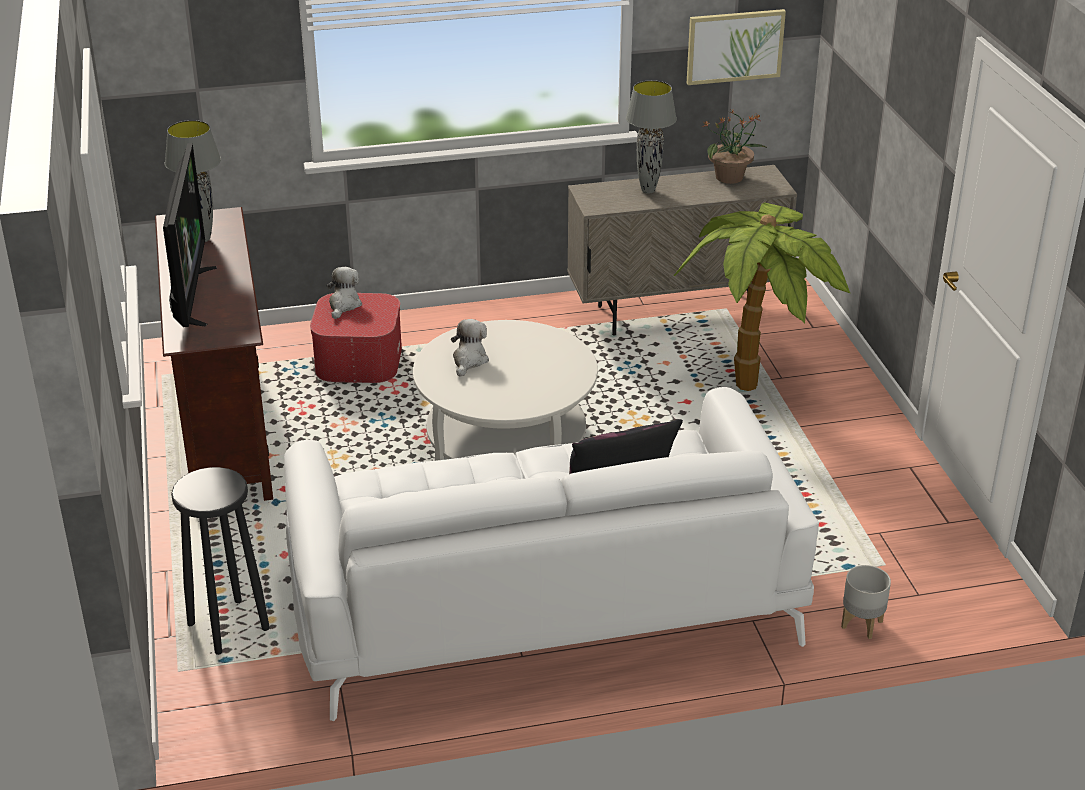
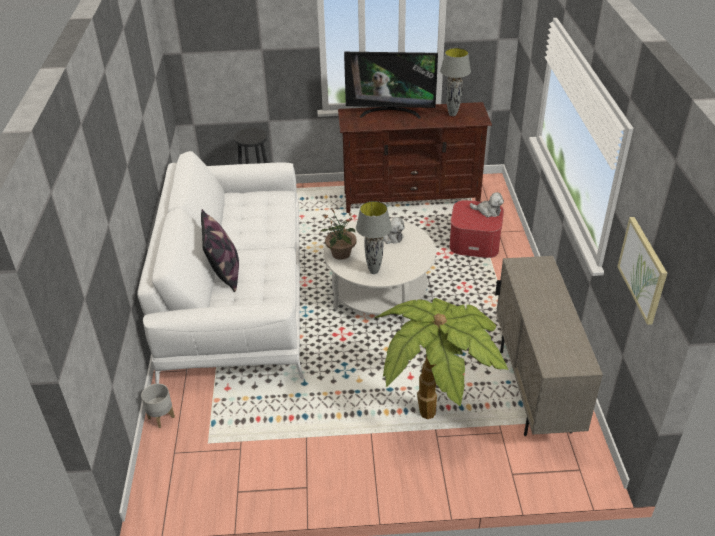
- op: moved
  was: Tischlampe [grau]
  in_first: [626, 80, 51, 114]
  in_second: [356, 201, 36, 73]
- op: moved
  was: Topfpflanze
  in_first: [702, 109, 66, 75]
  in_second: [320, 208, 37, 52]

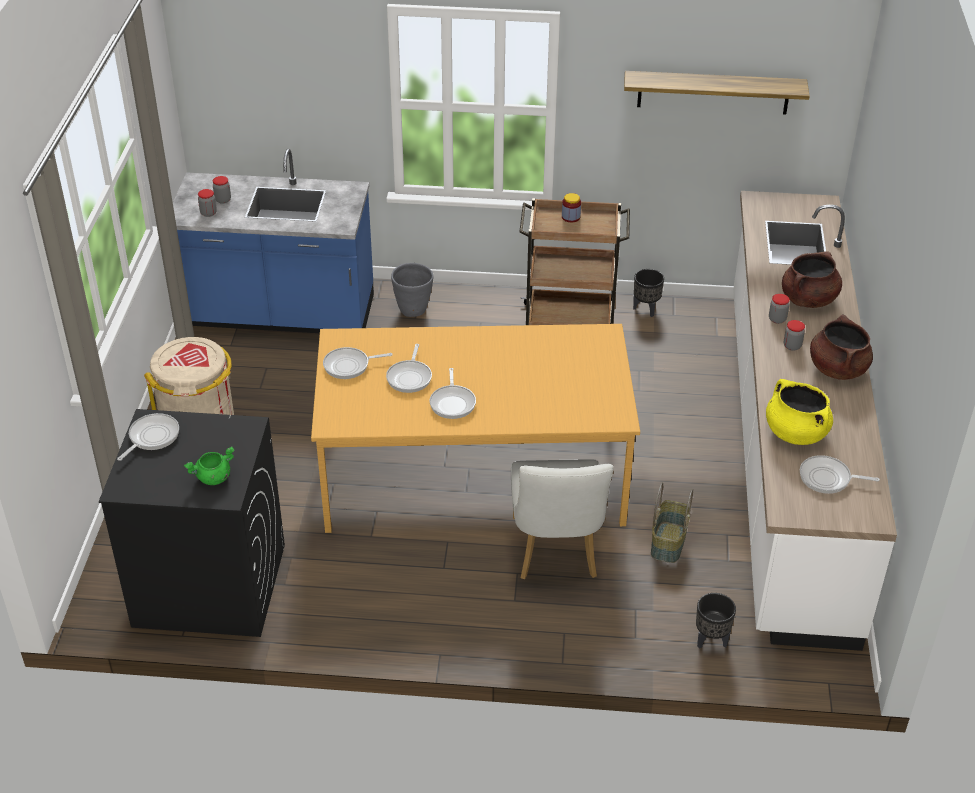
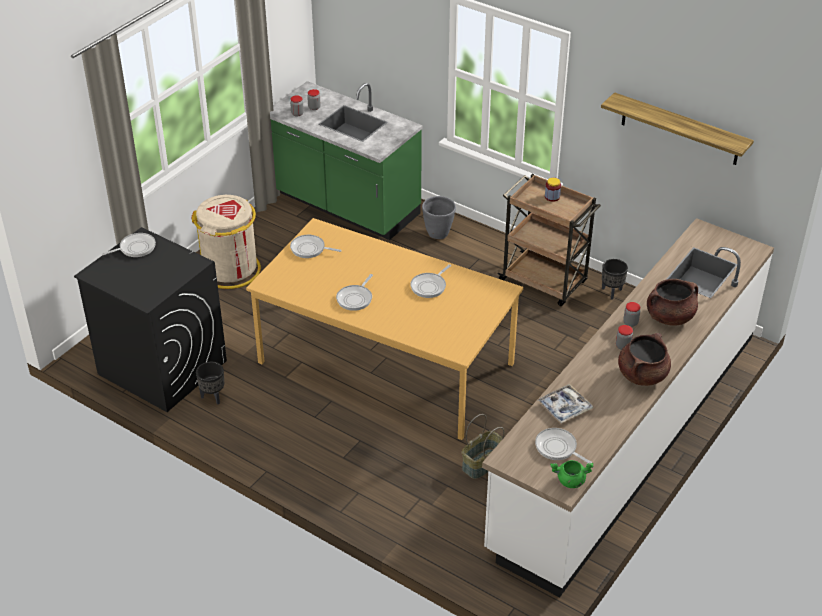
- op: recoloured
  was: Küchenzeile [blau]
  now: Küchenzeile [grün]
  in_first: [173, 149, 201, 184]
  in_second: [270, 81, 153, 159]
- op: moved
  was: Pfanne
  in_first: [386, 344, 46, 49]
  in_second: [410, 264, 41, 34]
- op: replaced
  was: Kochtopf [gelb]
  now: Tablett
  in_first: [766, 379, 67, 66]
  in_second: [538, 384, 55, 40]
- op: moved
  was: Kochtopf [grün]
  in_first: [184, 446, 50, 39]
  in_second: [550, 460, 44, 28]
- op: removed
  was: Stuhl [weiß]
  in_first: [511, 459, 103, 120]
- op: moved
  was: Pflanzkübel [schwarz]
  in_first: [696, 593, 40, 56]
  in_second: [196, 362, 28, 43]

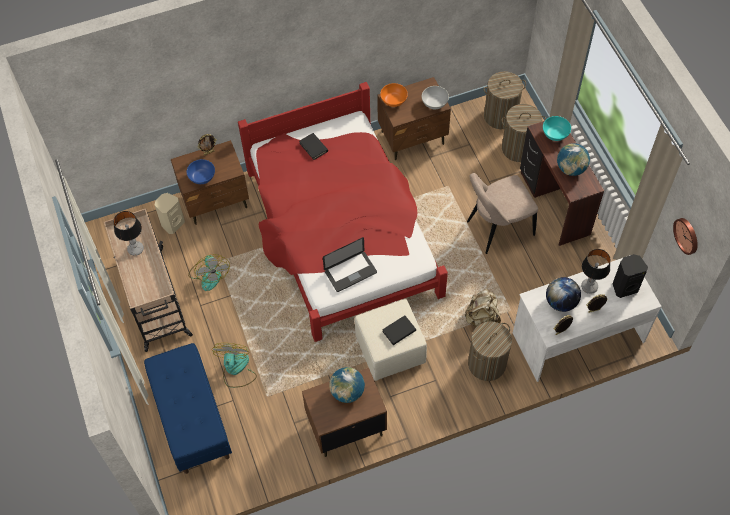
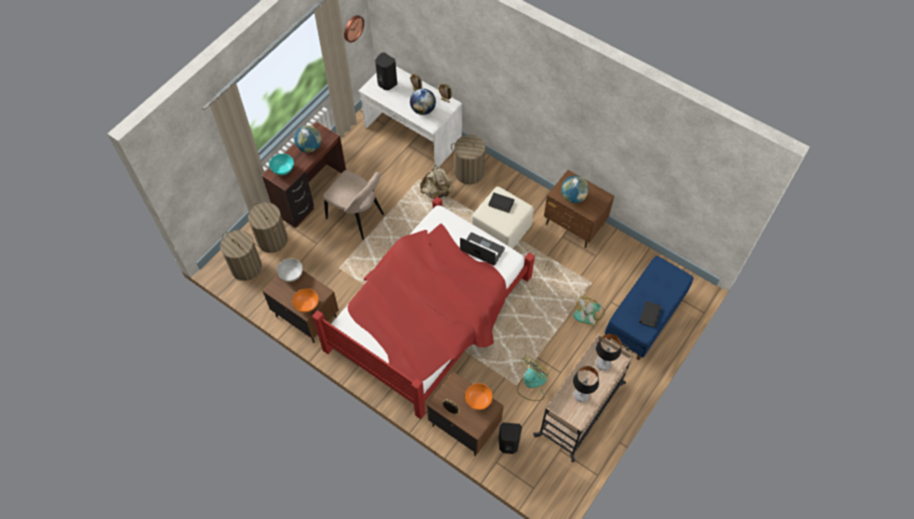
- op: moved
  was: Buch [schwarz]
  in_first: [299, 133, 29, 27]
  in_second: [639, 301, 23, 27]
- op: recoloured
  was: Schüssel [blau]
  now: Schüssel [orange]
  in_first: [187, 159, 28, 25]
  in_second: [465, 383, 28, 27]
- op: recoloured
  was: Lautsprecher [beige]
  now: Lautsprecher [schwarz]
  in_first: [155, 193, 30, 41]
  in_second: [498, 423, 24, 31]
- op: moved
  was: Tischlampe
  in_first: [581, 249, 29, 45]
  in_second: [596, 334, 25, 37]

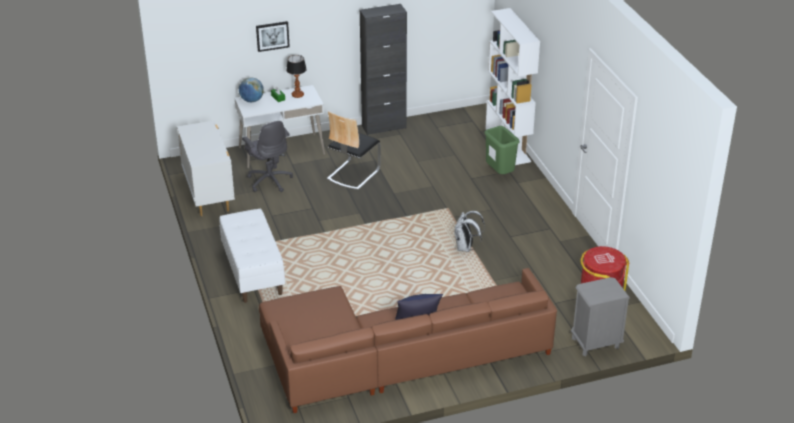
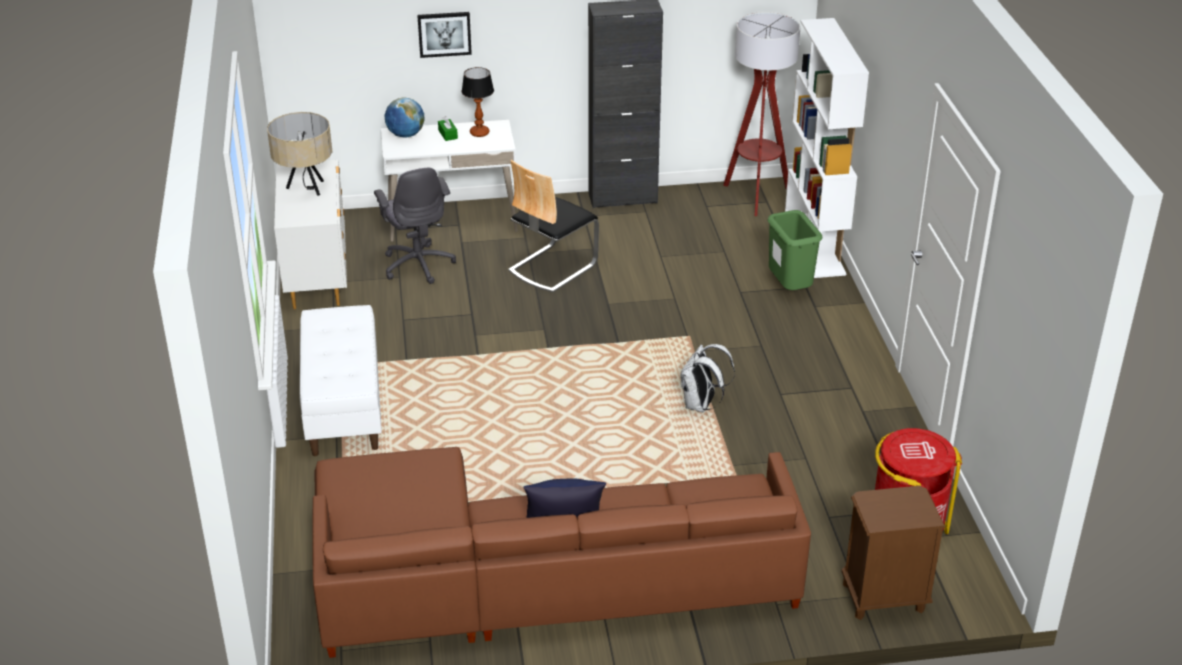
- op: recoloured
  was: Nachttisch [grau]
  now: Nachttisch [braun]
  in_first: [571, 277, 59, 79]
  in_second: [842, 486, 103, 134]
- op: added
  now: Stehlampe
  in_second: [723, 12, 77, 204]
- op: added
  now: Tischlampe [beige]
  in_second: [267, 112, 65, 84]

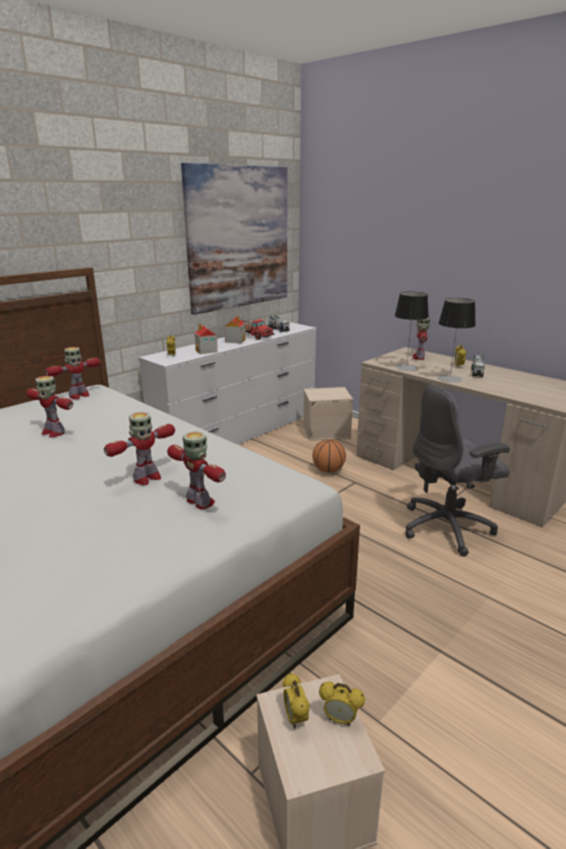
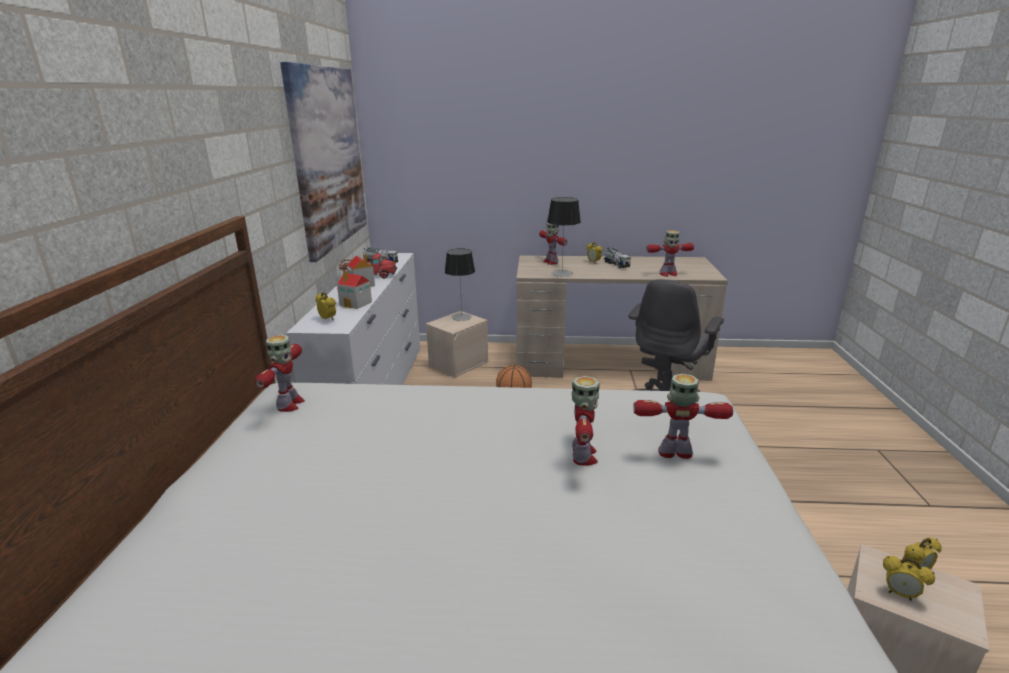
- op: moved
  was: Tischlampe
  in_first: [438, 298, 38, 84]
  in_second: [445, 248, 30, 73]
- op: moved
  was: Spielzeugroboter
  in_first: [27, 376, 46, 62]
  in_second: [646, 230, 48, 47]

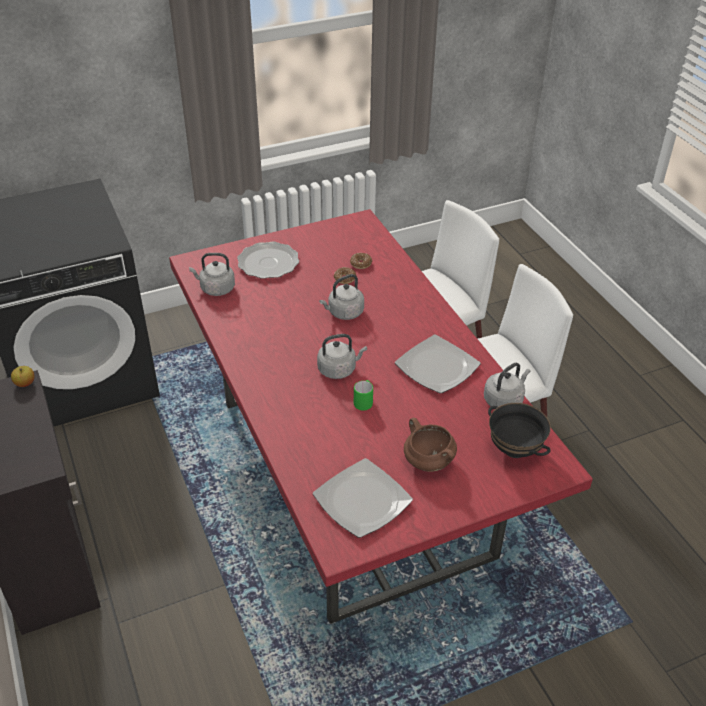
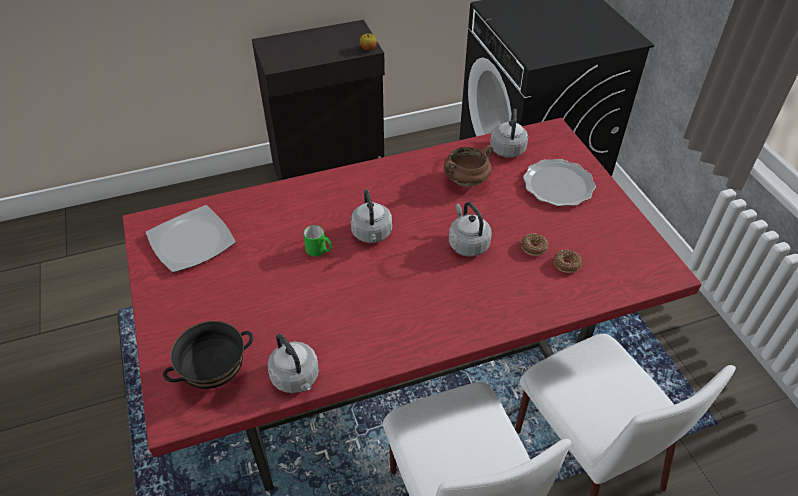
- op: removed
  was: Teller
  in_first: [395, 335, 86, 58]
- op: moved
  was: Kochtopf [braun]
  in_first: [404, 418, 53, 54]
  in_second: [444, 145, 49, 42]

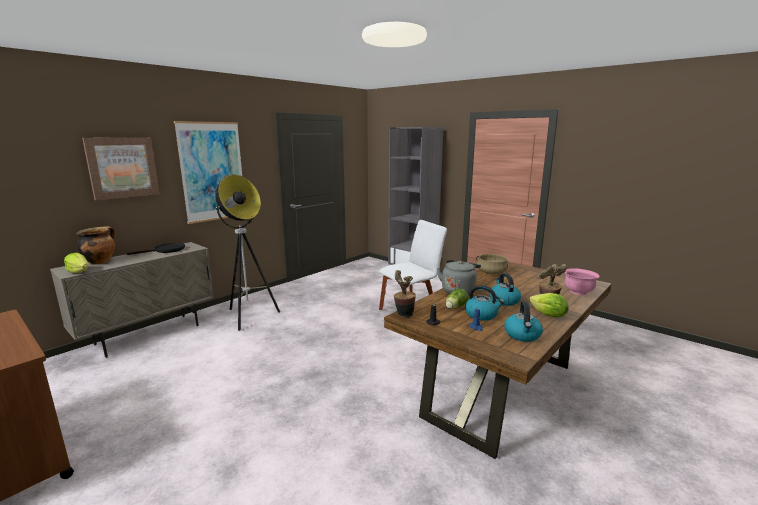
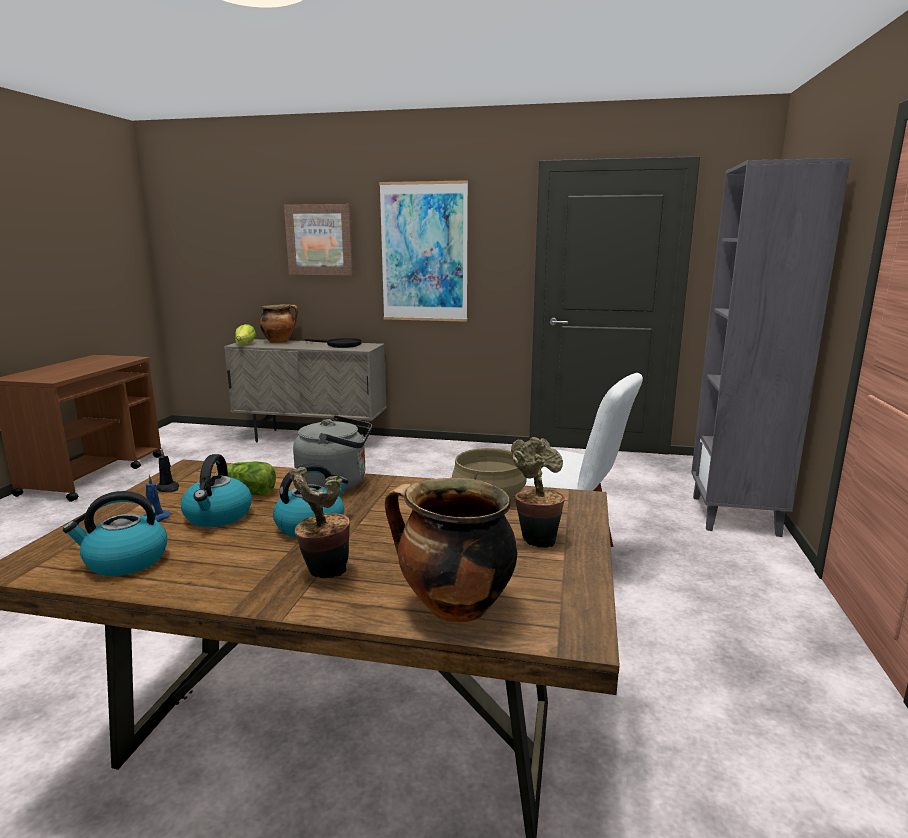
- op: removed
  was: Stehlampe
  in_first: [215, 175, 65, 156]
- op: replaced
  was: Schüssel [rosa]
  now: Kochtopf
  in_first: [564, 268, 36, 27]
  in_second: [385, 478, 132, 145]
- op: moved
  was: Topfpflanze
  in_first: [394, 270, 22, 47]
  in_second: [511, 437, 54, 111]
- op: removed
  was: Salatkopf
  in_first: [529, 293, 40, 25]

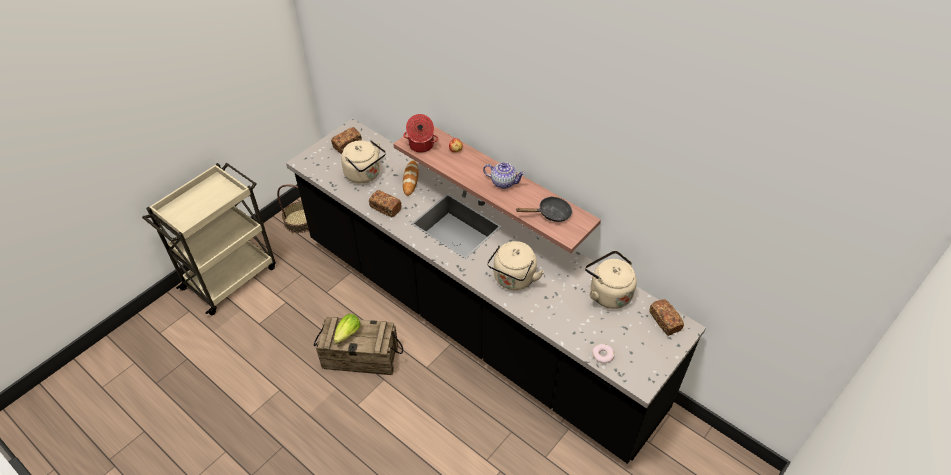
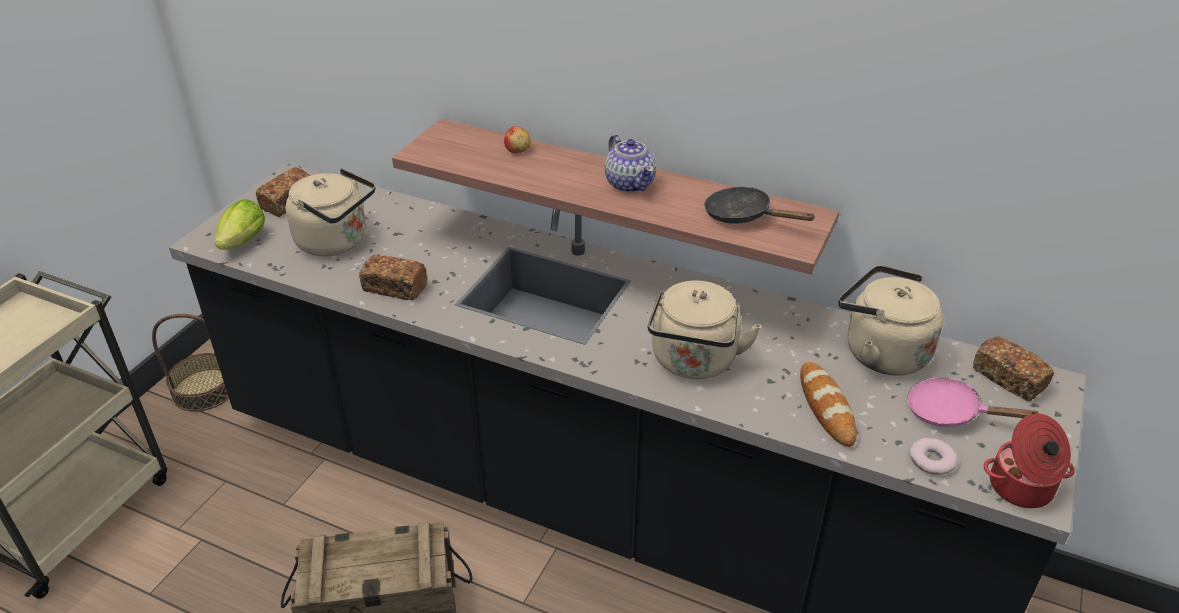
- op: moved
  was: Kochtopf
  in_first: [403, 114, 35, 39]
  in_second: [984, 414, 91, 94]
- op: moved
  was: Brot
  in_first: [403, 161, 15, 35]
  in_second: [800, 362, 57, 85]
- op: turned
  was: Teekanne
  in_first: [483, 162, 42, 27]
  in_second: [605, 135, 51, 58]
  clockwise: 60
- op: turned
  was: Pfanne [schwarz]
  in_first: [515, 196, 57, 26]
  in_second: [704, 187, 112, 37]
  clockwise: -120
- op: moved
  was: Salatkopf
  in_first: [334, 314, 26, 29]
  in_second: [215, 199, 50, 51]
- op: added
  now: Pfanne [rosa]
  in_second: [907, 377, 132, 50]

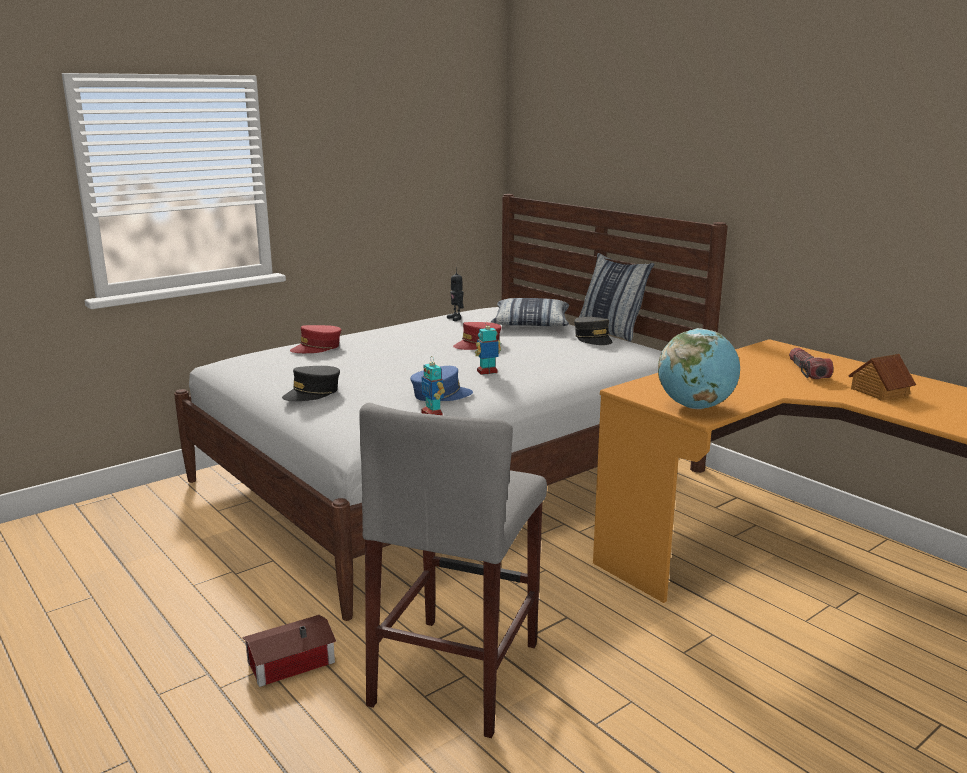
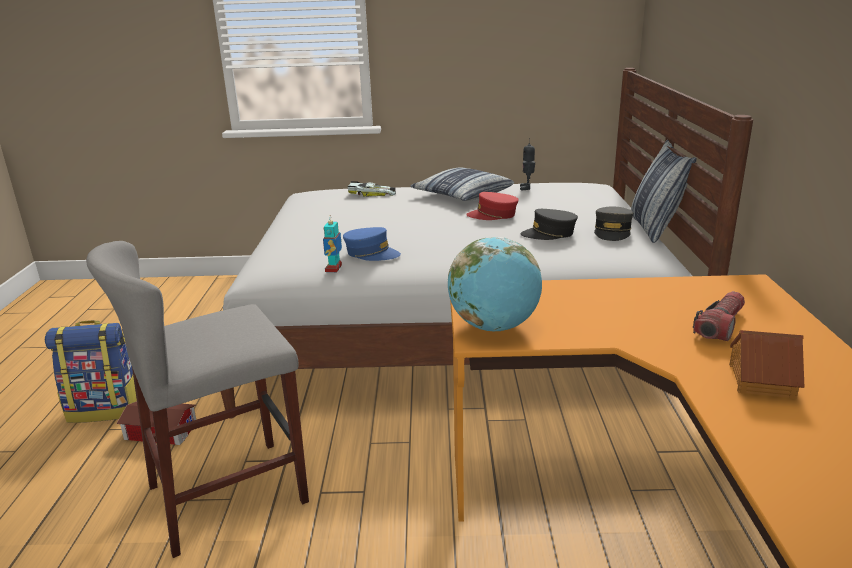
- op: moved
  was: Kissen
  in_first: [491, 298, 78, 29]
  in_second: [410, 167, 104, 34]
- op: removed
  was: Spielzeugroboter
  in_first: [475, 321, 26, 54]
- op: replaced
  was: Kappe [rot]
  now: Spielzeugauto
  in_first: [290, 325, 51, 28]
  in_second: [347, 181, 49, 16]
- op: moved
  was: Kappe [schwarz]
  in_first: [282, 366, 58, 35]
  in_second: [520, 209, 58, 31]
- op: added
  now: Rucksack
  in_second: [45, 320, 92, 103]

